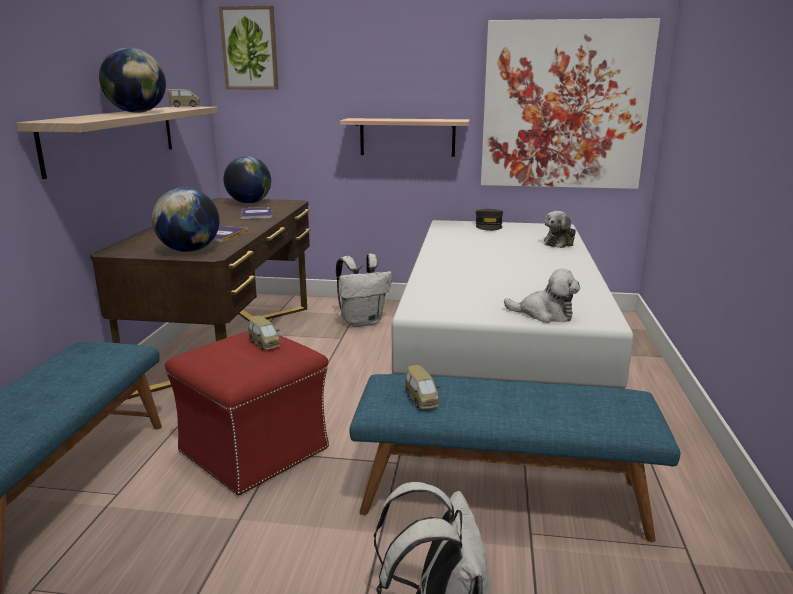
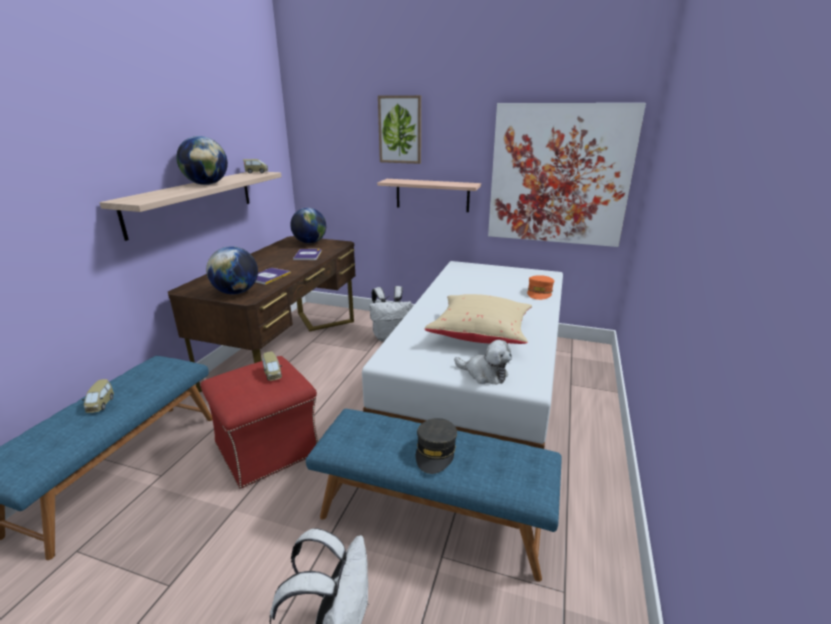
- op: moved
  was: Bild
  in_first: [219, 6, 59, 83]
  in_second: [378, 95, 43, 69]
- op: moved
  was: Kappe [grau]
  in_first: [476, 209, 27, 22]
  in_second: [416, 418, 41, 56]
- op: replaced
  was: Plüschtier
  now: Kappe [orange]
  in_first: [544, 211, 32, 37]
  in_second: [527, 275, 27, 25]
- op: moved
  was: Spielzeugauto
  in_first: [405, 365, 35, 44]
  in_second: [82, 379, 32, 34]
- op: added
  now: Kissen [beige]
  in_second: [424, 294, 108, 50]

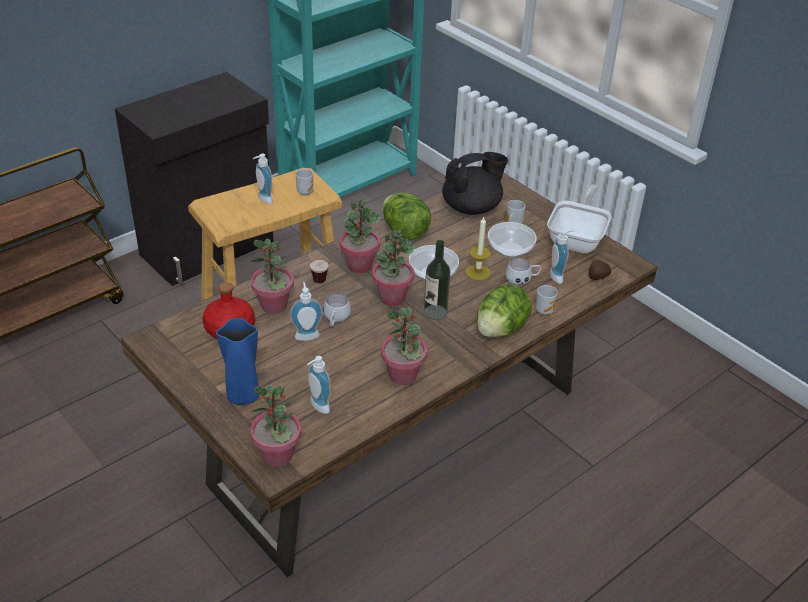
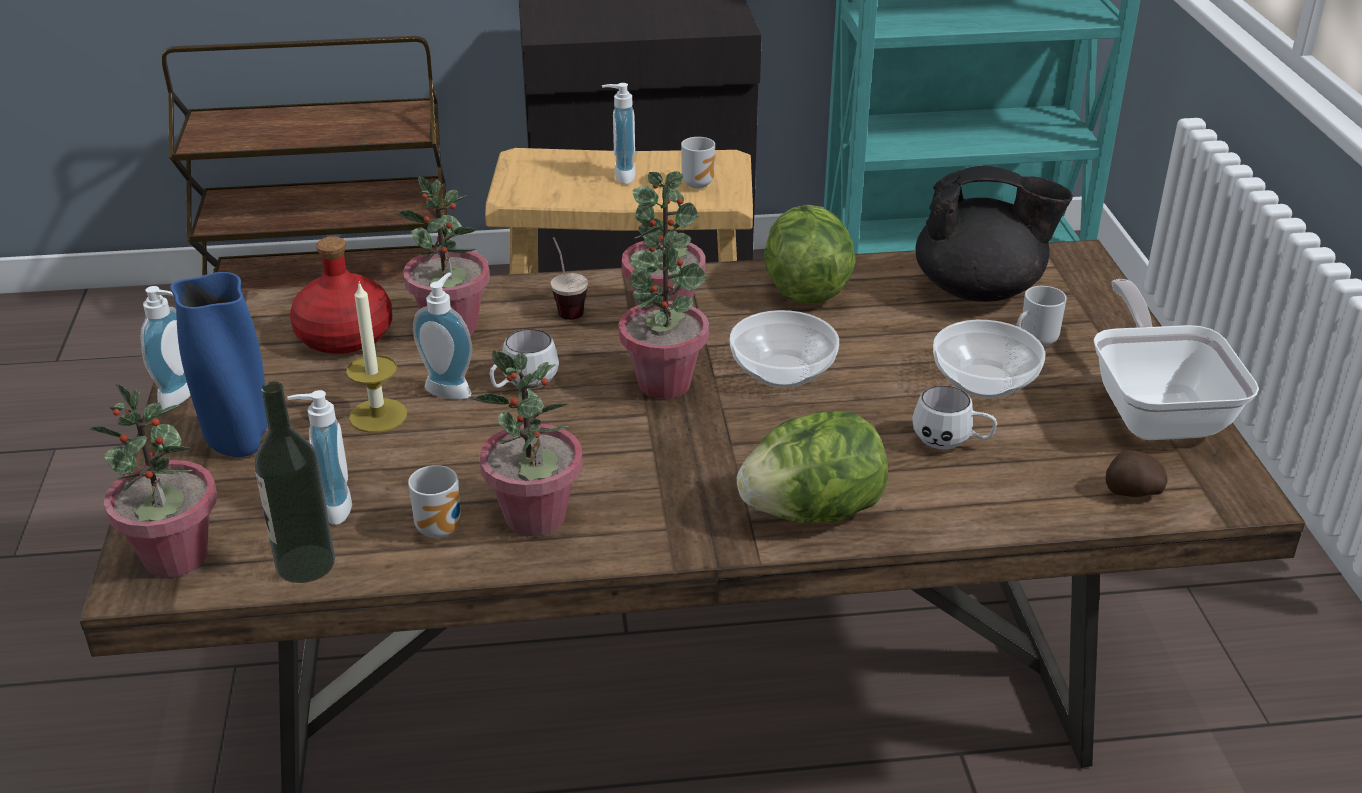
- op: turned
  was: Pfanne
  in_first: [547, 184, 65, 70]
  in_second: [1093, 279, 166, 161]
  clockwise: -60
- op: moved
  was: Kerze
  in_first: [466, 217, 25, 63]
  in_second: [346, 281, 61, 152]
- op: moved
  was: Seifenspender
  in_first: [550, 230, 25, 54]
  in_second: [140, 286, 51, 124]
- op: moved
  was: Flasche
  in_first: [424, 240, 27, 80]
  in_second: [254, 381, 81, 202]
- op: moved
  was: Henkelbecher
  in_first: [535, 285, 23, 30]
  in_second: [408, 465, 53, 73]

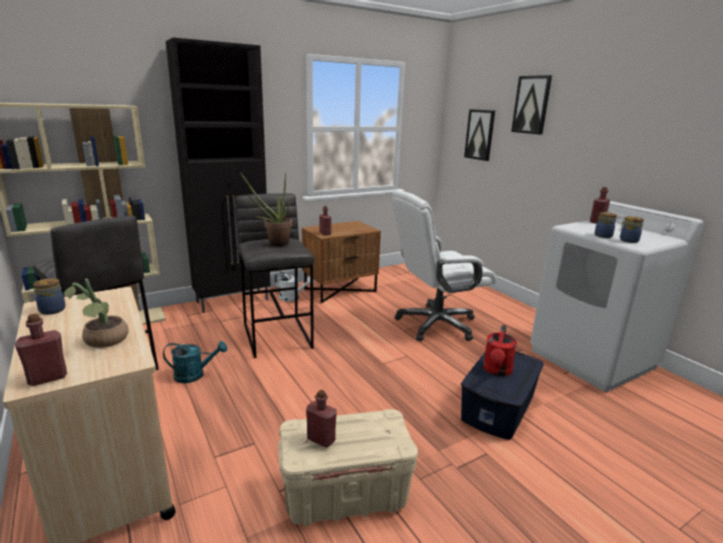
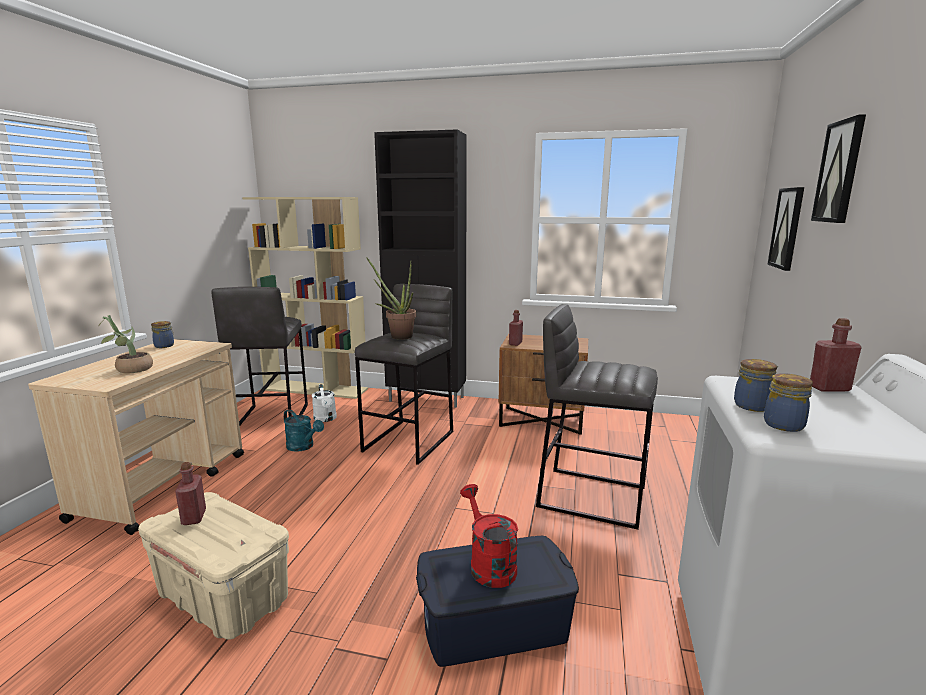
- op: replaced
  was: Bürostuhl [weiß]
  now: Hocker [grau]
  in_first: [392, 190, 105, 151]
  in_second: [536, 304, 122, 226]
- op: moved
  was: Gießkanne [weiß]
  in_first: [275, 271, 39, 30]
  in_second: [312, 384, 25, 38]
- op: removed
  was: Flasche [rot]
  in_first: [15, 314, 52, 72]
- op: turned
  was: Gießkanne [rot]
  in_first: [483, 325, 34, 51]
  in_second: [460, 484, 58, 104]
  clockwise: 90

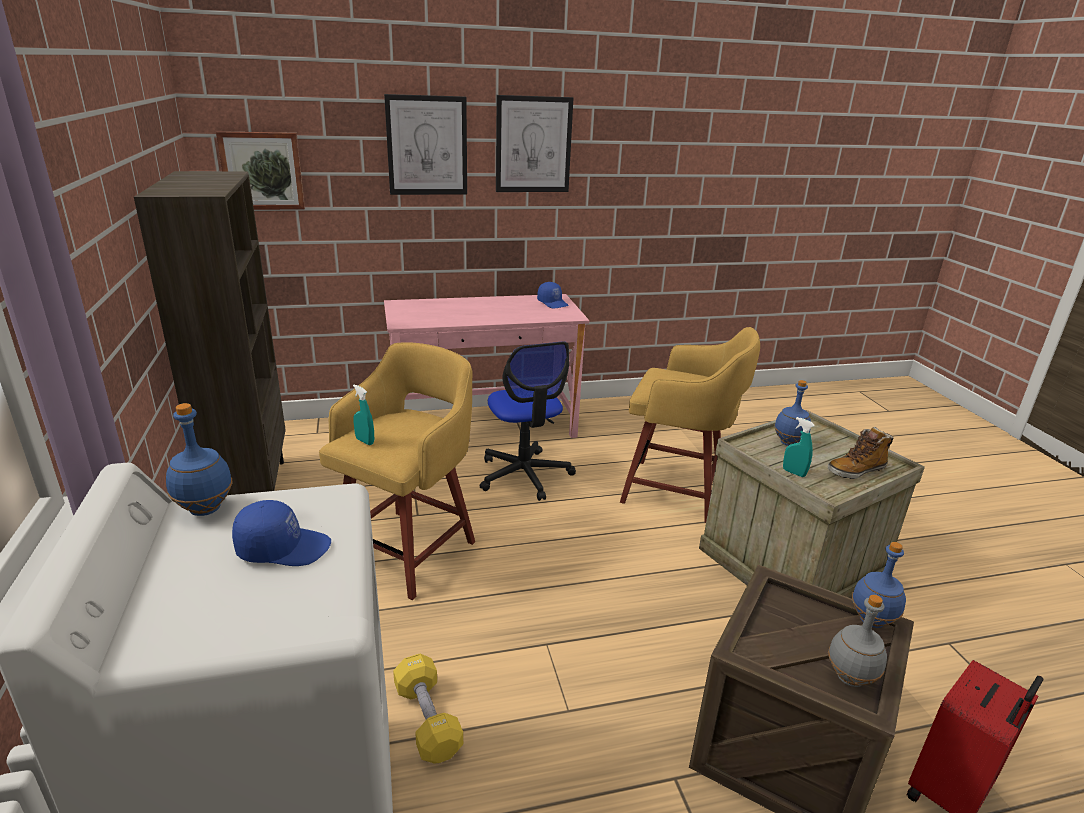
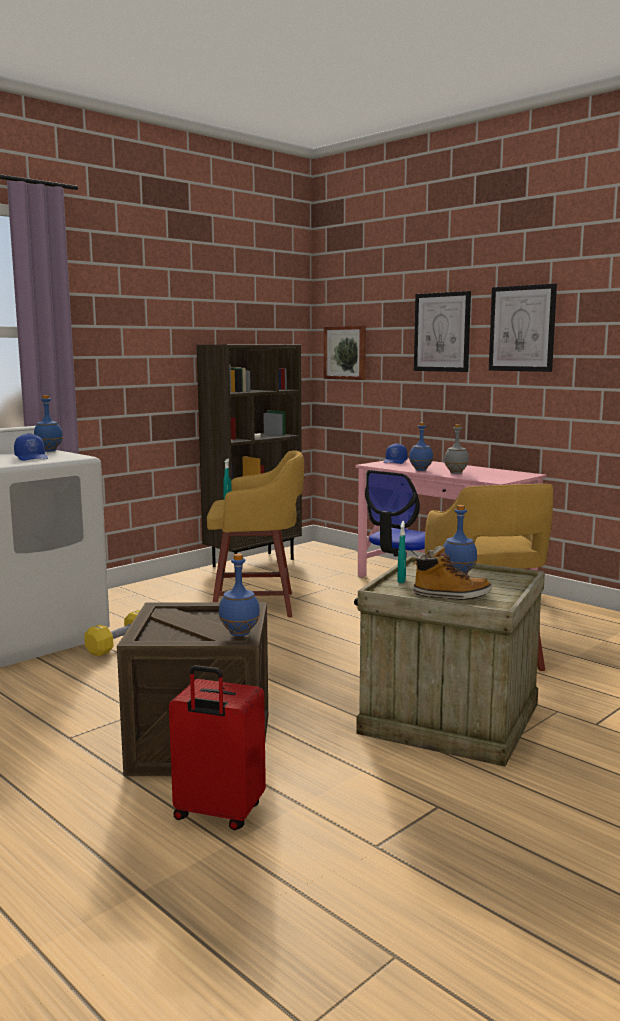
- op: moved
  was: Kappe [blau]
  in_first: [537, 282, 32, 26]
  in_second: [384, 443, 23, 21]
- op: turned
  was: Stiefel
  in_first: [828, 427, 66, 52]
  in_second: [413, 546, 79, 54]
  clockwise: 150
- op: moved
  was: Flasche [grau]
  in_first: [828, 595, 59, 92]
  in_second: [444, 424, 25, 50]
- op: added
  now: Flasche [blau]
  in_second: [409, 423, 24, 48]

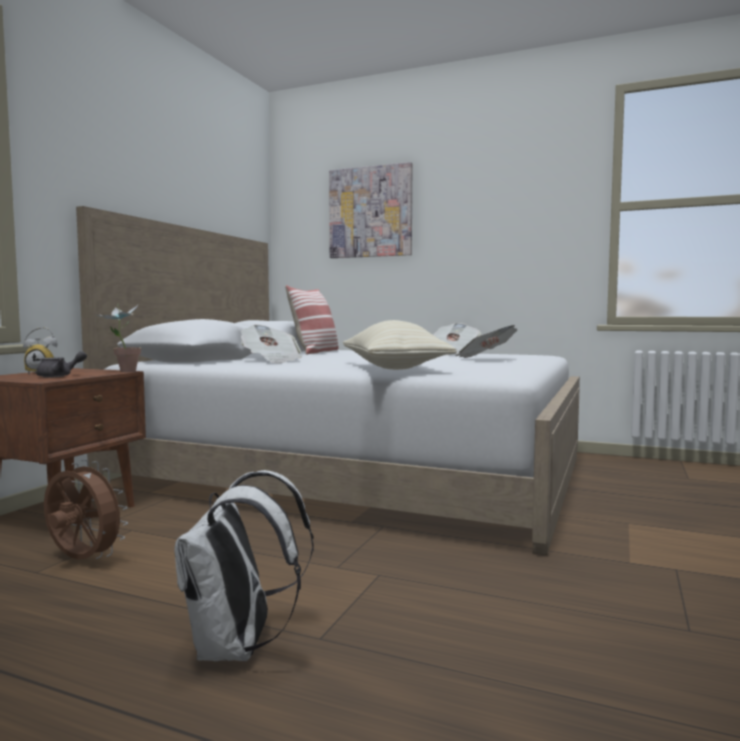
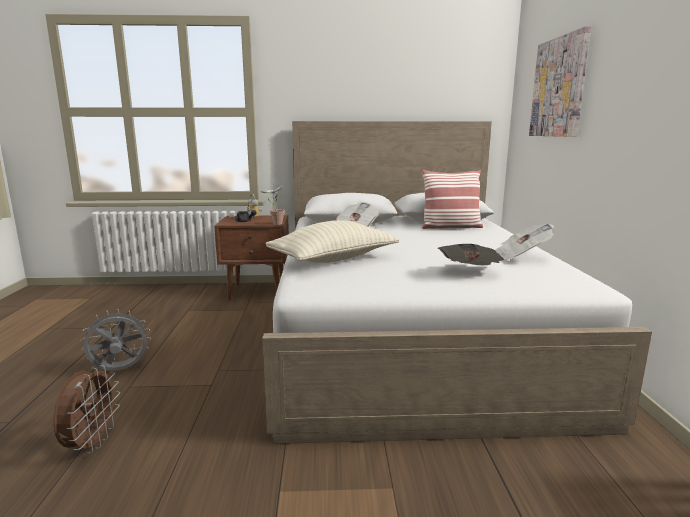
- op: moved
  was: Ventilator [braun]
  in_first: [44, 459, 84, 101]
  in_second: [54, 365, 66, 89]
- op: replaced
  was: Rucksack [weiß]
  now: Ventilator [grau]
  in_first: [175, 470, 139, 191]
  in_second: [80, 309, 71, 62]

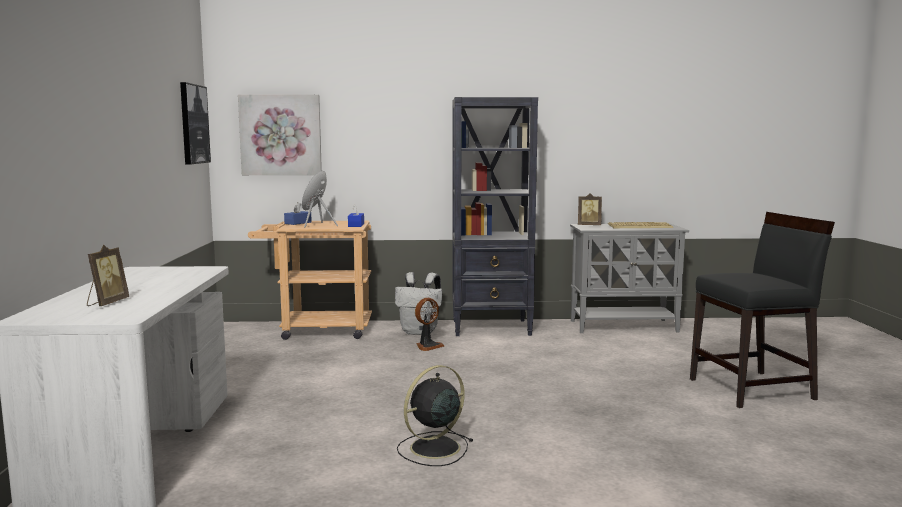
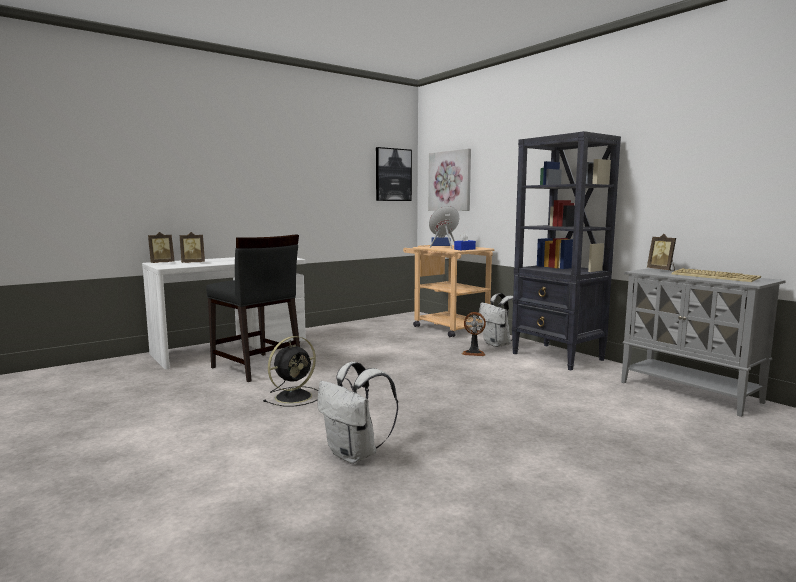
- op: moved
  was: Stuhl [schwarz]
  in_first: [690, 212, 145, 196]
  in_second: [206, 234, 94, 148]
- op: turned
  was: Ventilator [schwarz]
  in_first: [397, 365, 77, 101]
  in_second: [263, 336, 55, 70]
  clockwise: 120
- op: added
  now: Bilderrahmen
  in_second: [148, 232, 26, 31]
- op: added
  now: Rucksack [weiß]
  in_second: [317, 362, 81, 102]

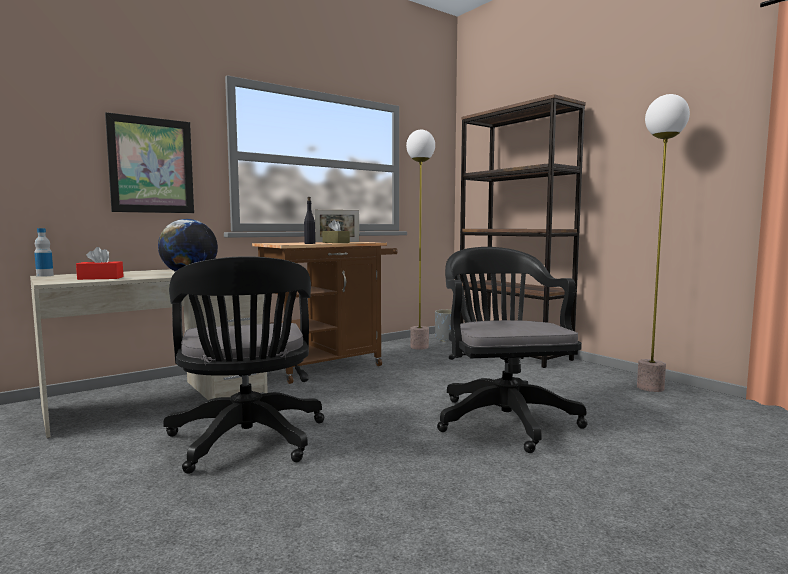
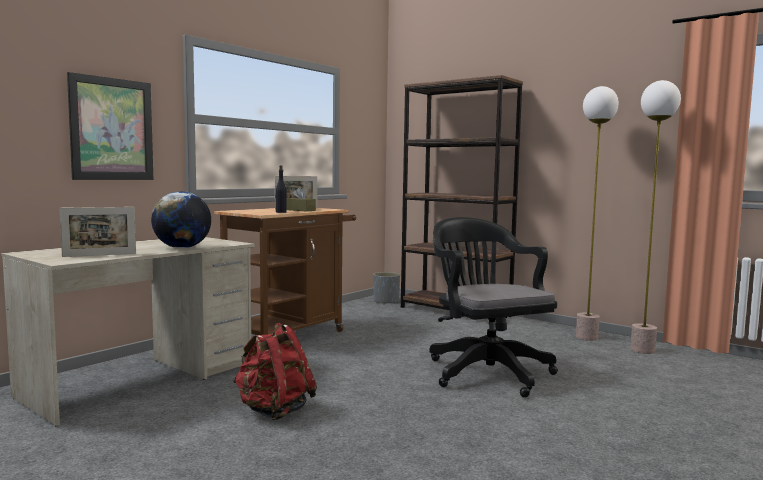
- op: moved
  was: Stehlampe
  in_first: [406, 129, 29, 221]
  in_second: [630, 80, 51, 274]
- op: removed
  was: Flasche
  in_first: [34, 228, 20, 49]
- op: replaced
  was: Taschentuchbox [rot]
  now: Bilderrahmen
  in_first: [76, 247, 48, 33]
  in_second: [60, 207, 76, 50]
- op: replaced
  was: Bürostuhl [schwarz]
  now: Rucksack [rot]
  in_first: [163, 256, 162, 218]
  in_second: [233, 323, 84, 97]

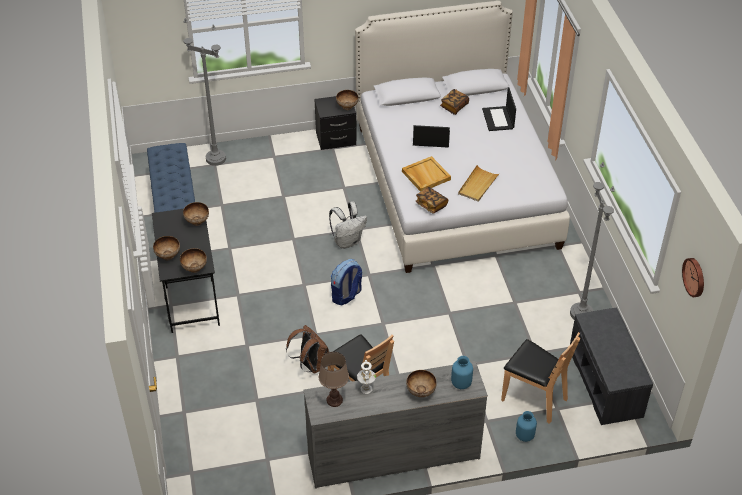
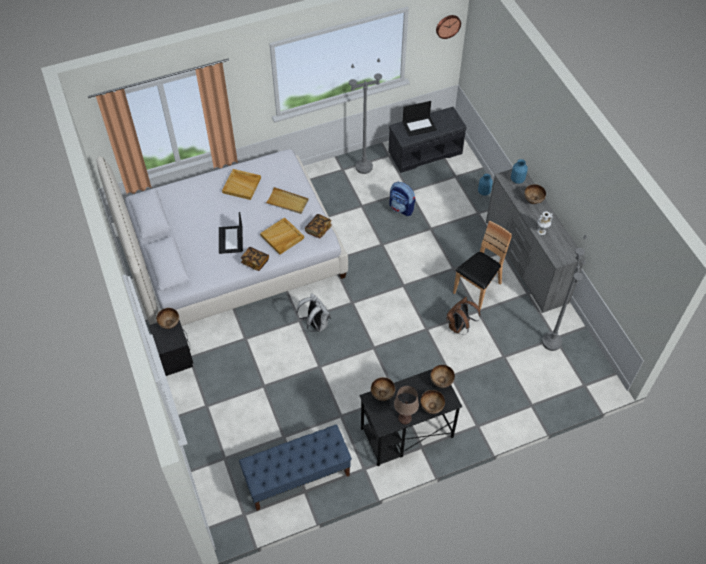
- op: moved
  was: Stehlampe [grau]
  in_first: [183, 18, 43, 148]
  in_second: [542, 234, 45, 117]
- op: moved
  was: Laptop
  in_first: [482, 87, 34, 44]
  in_second: [403, 101, 34, 36]
- op: moved
  was: Buch
  in_first: [440, 89, 29, 26]
  in_second: [241, 247, 28, 24]
- op: moved
  was: Rucksack
  in_first: [331, 259, 31, 47]
  in_second: [390, 182, 26, 34]
- op: removed
  was: Stuhl [braun]
  in_first: [501, 332, 80, 92]
- op: moved
  was: Tischlampe [braun]
  in_first: [319, 352, 30, 55]
  in_second: [394, 386, 25, 38]
- op: added
  now: Tablett [beige]
  in_second: [222, 169, 39, 31]

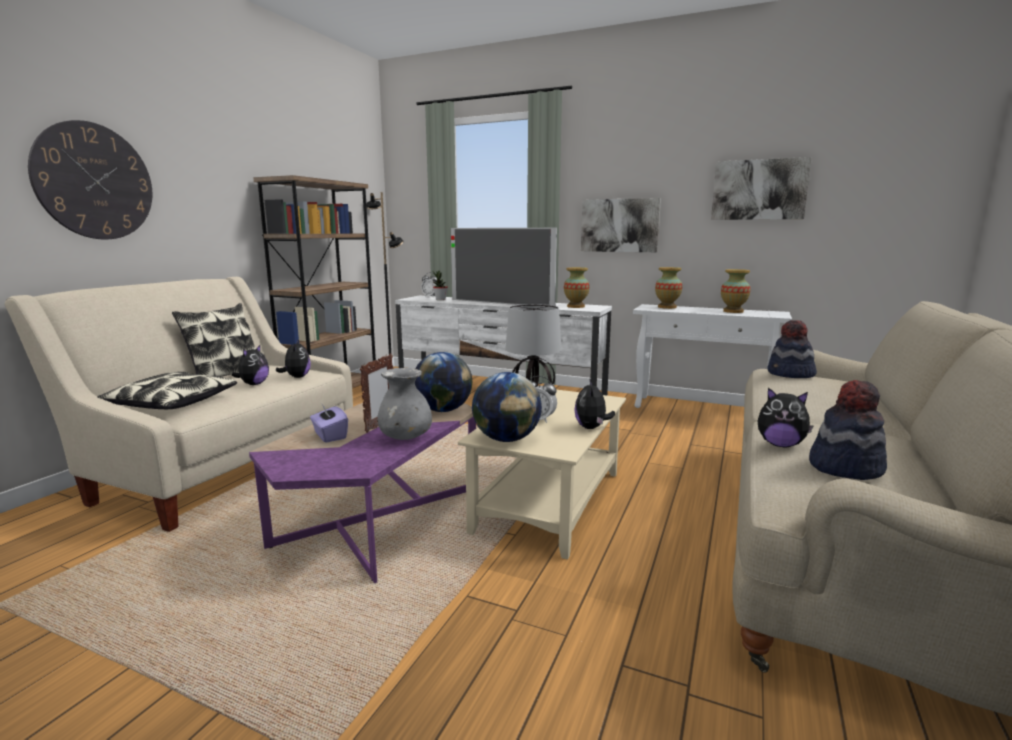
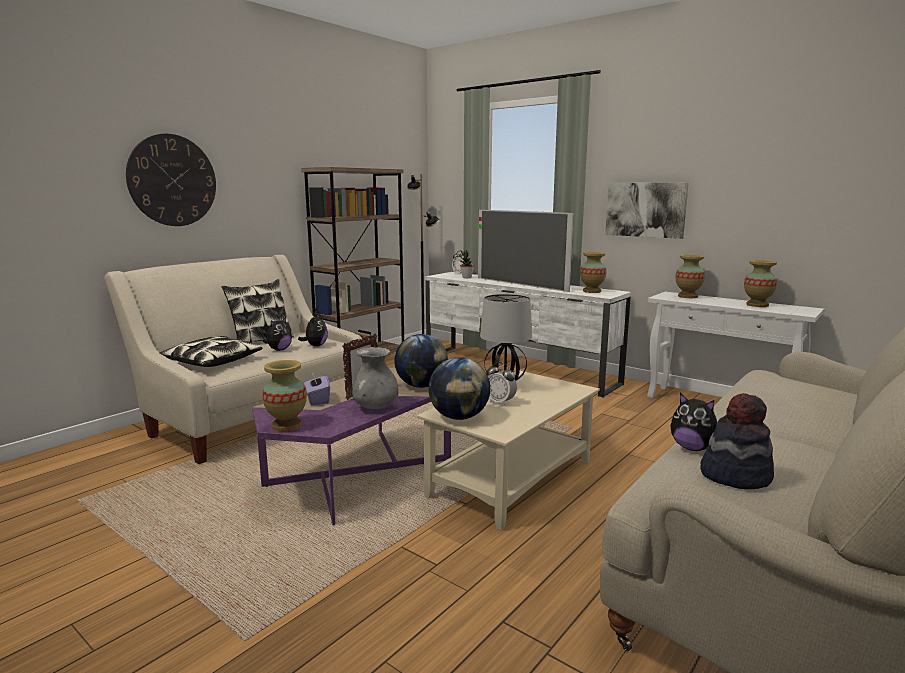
- op: removed
  was: Bild
  in_first: [711, 157, 101, 63]
- op: removed
  was: Hut
  in_first: [767, 320, 50, 58]
- op: removed
  was: Plüschtier
  in_first: [574, 380, 41, 49]
- op: added
  now: Vase
  in_second: [263, 360, 44, 72]

